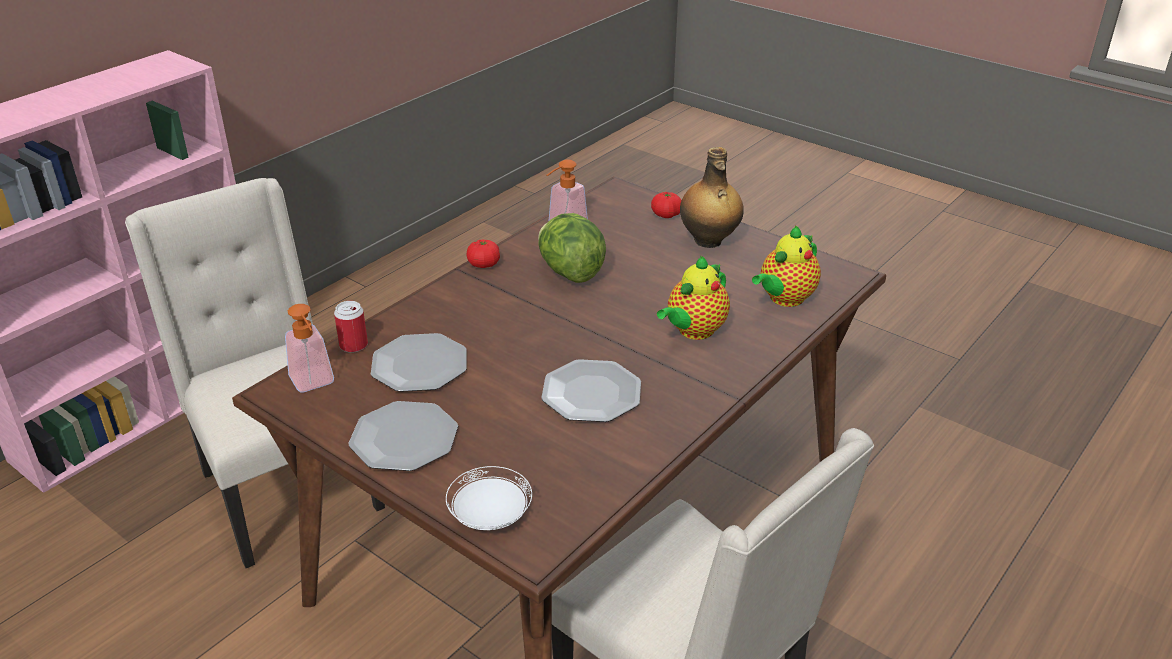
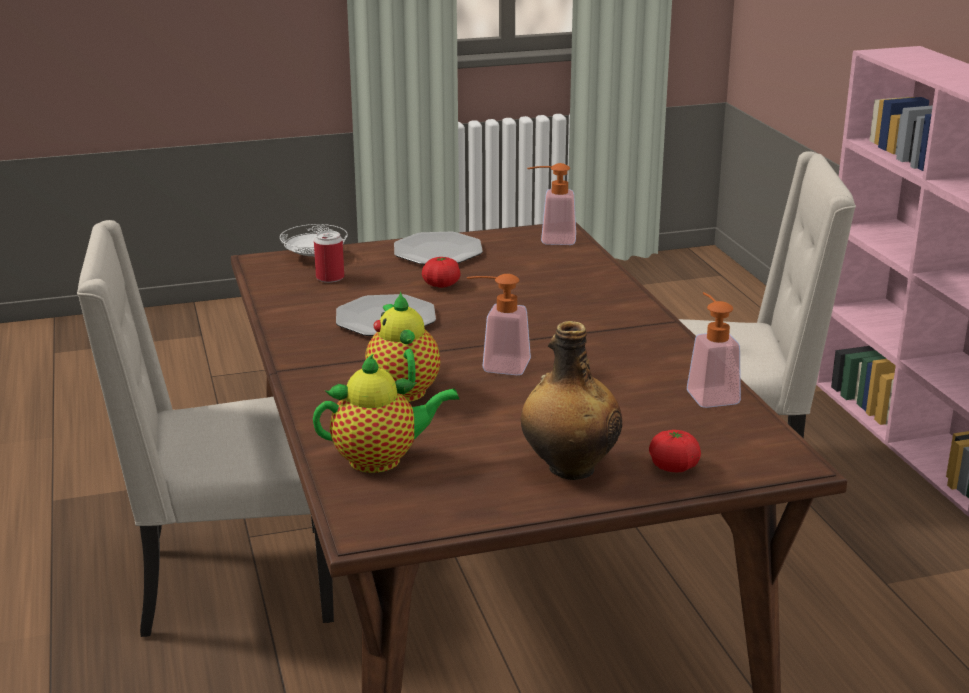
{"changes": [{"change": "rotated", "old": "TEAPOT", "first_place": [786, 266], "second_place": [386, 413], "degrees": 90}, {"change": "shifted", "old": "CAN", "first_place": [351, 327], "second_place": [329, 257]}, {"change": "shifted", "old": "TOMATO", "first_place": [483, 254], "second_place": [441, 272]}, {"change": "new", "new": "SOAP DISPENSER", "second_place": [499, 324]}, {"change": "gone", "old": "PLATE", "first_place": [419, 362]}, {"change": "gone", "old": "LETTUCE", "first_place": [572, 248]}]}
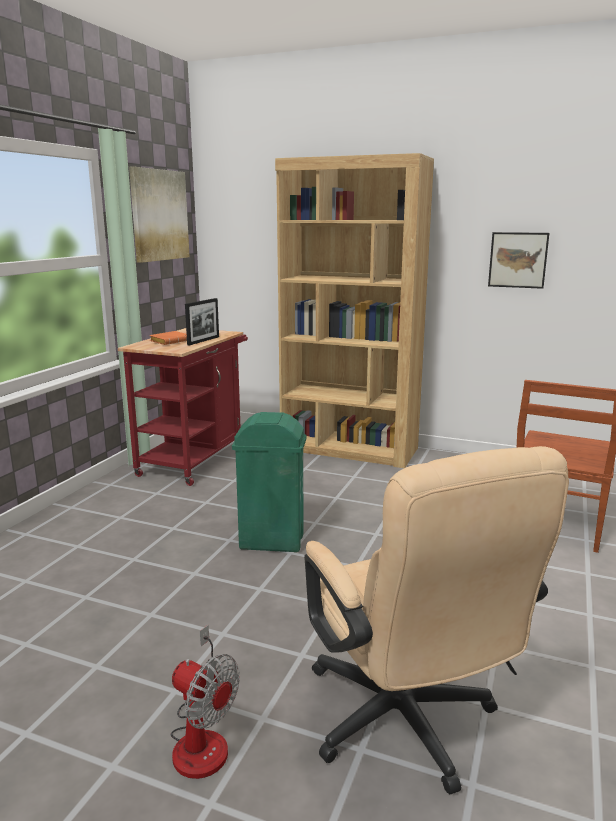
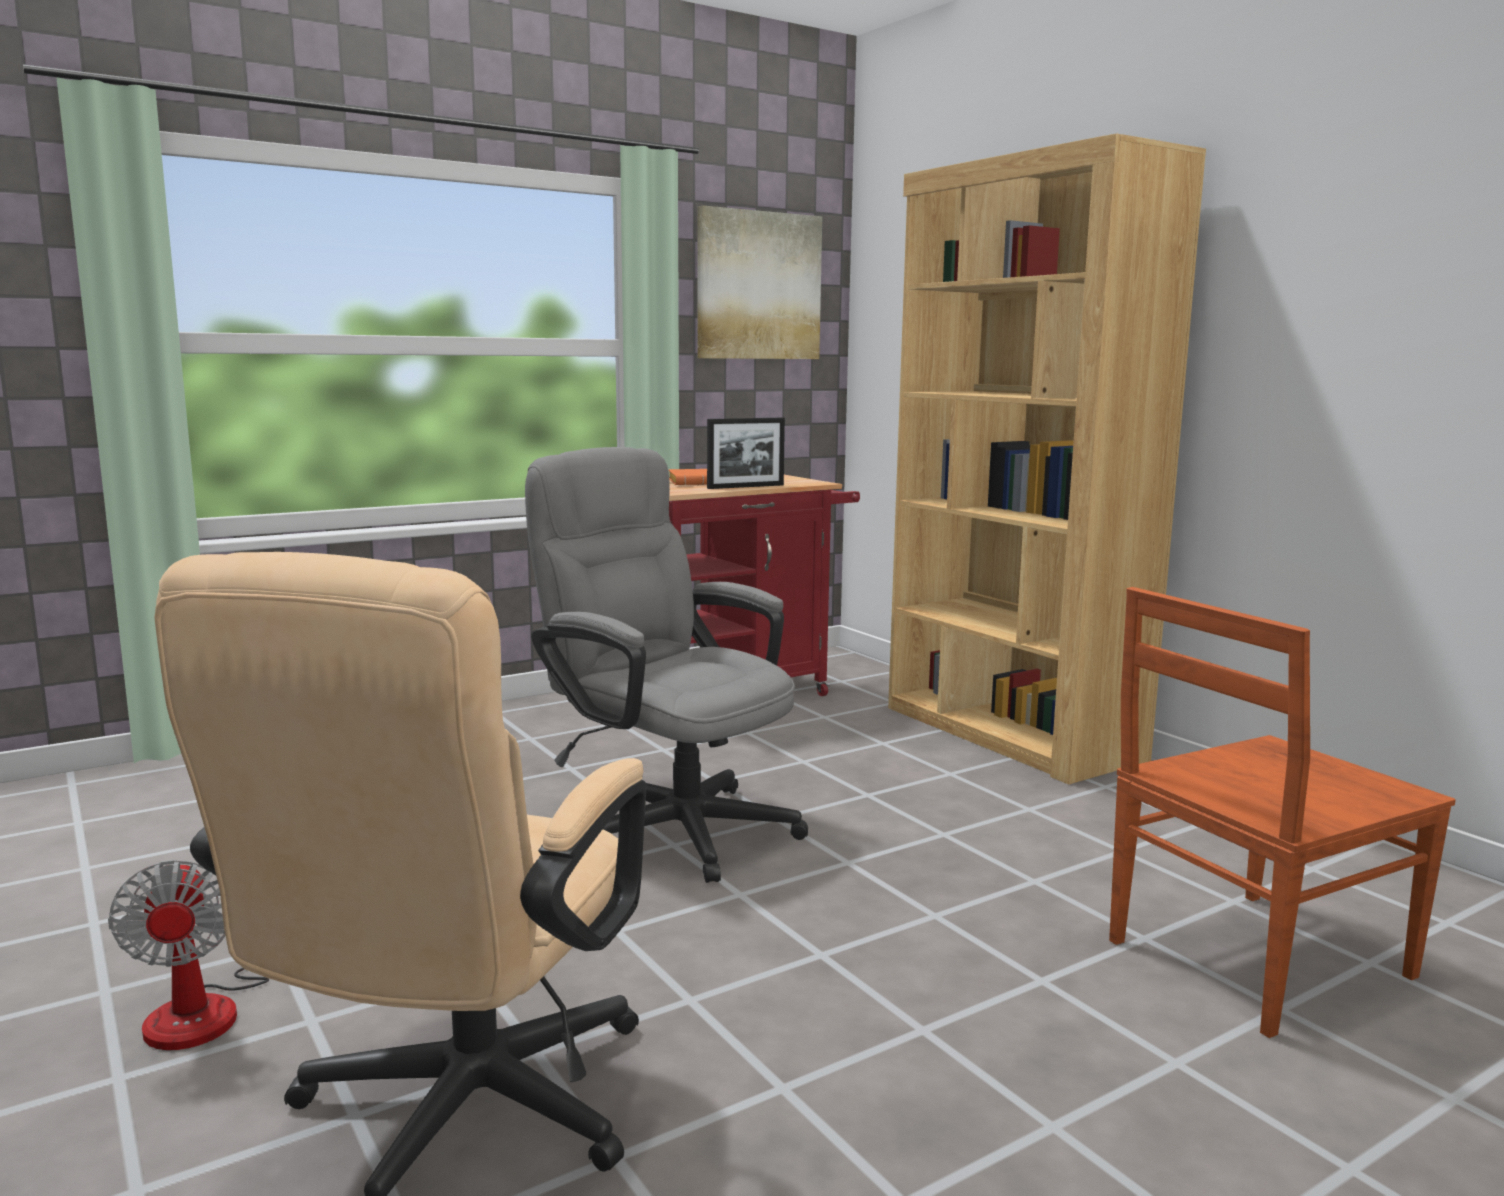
{"changes": [{"change": "swapped", "old": "GREEN TRASH CAN", "new": "GREY OFFICE CHAIR", "first_place": [269, 482], "second_place": [666, 665]}, {"change": "gone", "old": "PICTURE", "first_place": [518, 260]}]}
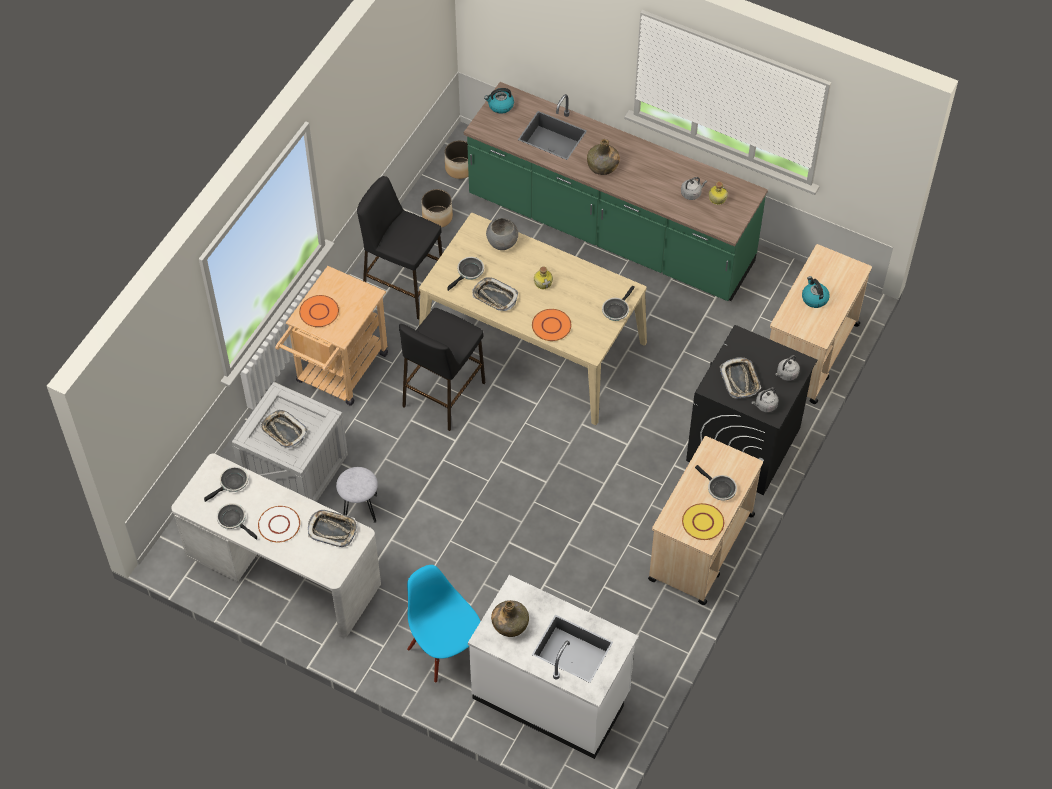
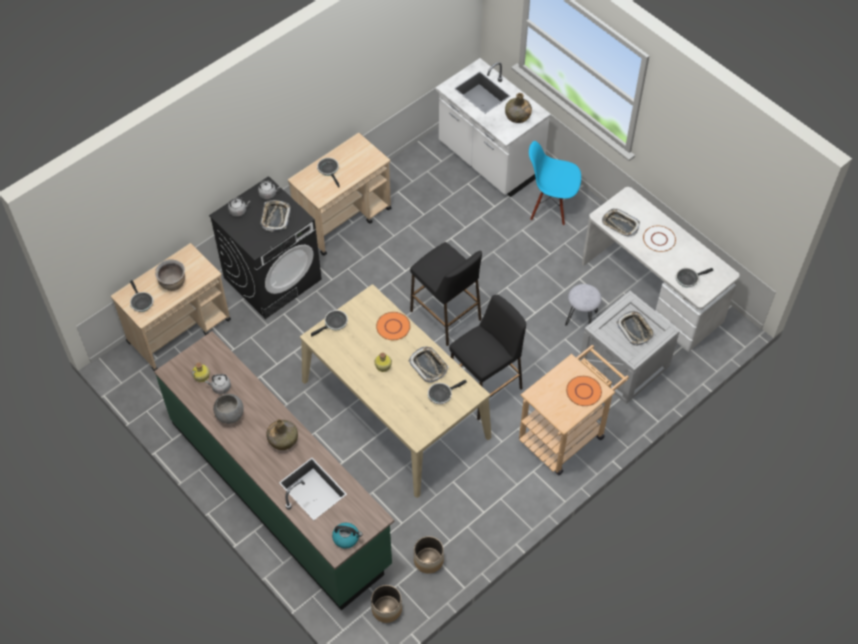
{"changes": [{"change": "shifted", "old": "FRYING PAN", "first_place": [236, 521], "second_place": [141, 296]}, {"change": "swapped", "old": "KETTLE", "new": "BROWN COOKING POT", "first_place": [816, 292], "second_place": [170, 275]}, {"change": "shifted", "old": "GREY BOWL", "first_place": [502, 234], "second_place": [228, 409]}, {"change": "shifted", "old": "BLACK STOOL", "first_place": [400, 247], "second_place": [446, 294]}, {"change": "rotated", "old": "BLUE CHAIR", "first_place": [444, 624], "second_place": [555, 183], "degrees": 120}, {"change": "gone", "old": "YELLOW PLATE", "first_place": [703, 521]}]}
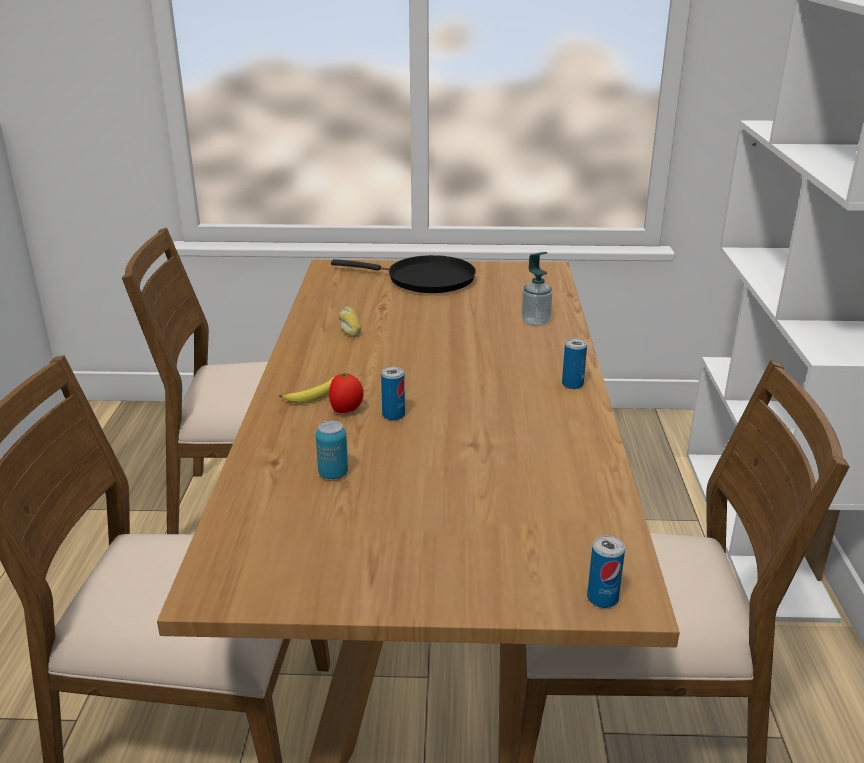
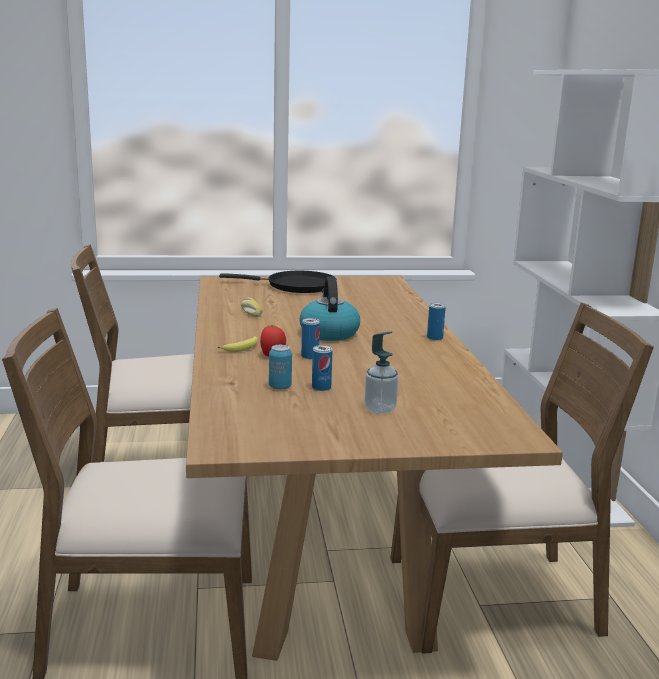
{"changes": [{"change": "new", "new": "KETTLE", "second_place": [329, 309]}, {"change": "shifted", "old": "CAN", "first_place": [606, 572], "second_place": [322, 368]}, {"change": "shifted", "old": "SOAP DISPENSER", "first_place": [537, 289], "second_place": [381, 373]}]}
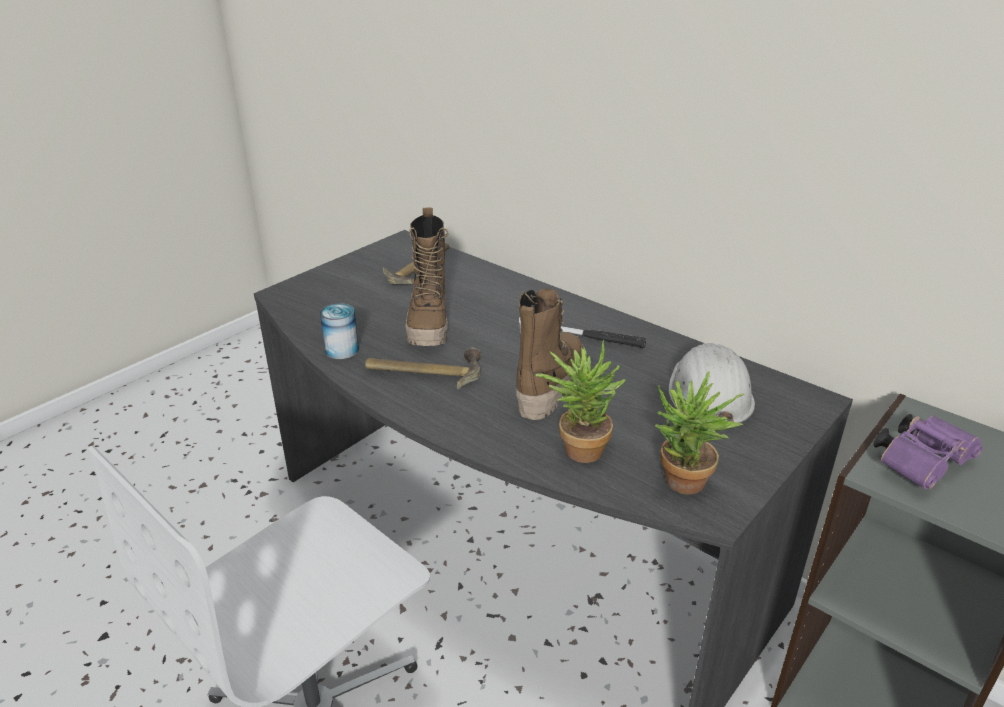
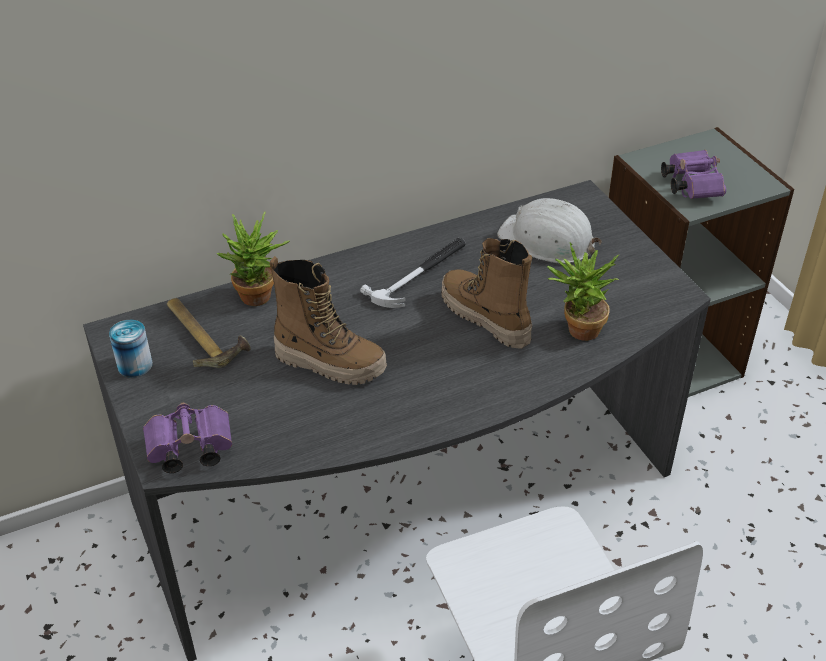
{"changes": [{"change": "shifted", "old": "CAN", "first_place": [339, 331], "second_place": [131, 349]}, {"change": "new", "new": "PURPLE BINOCULARS", "second_place": [187, 438]}, {"change": "shifted", "old": "POTTED PLANT", "first_place": [699, 433], "second_place": [253, 259]}, {"change": "gone", "old": "HAMMER", "first_place": [423, 369]}]}
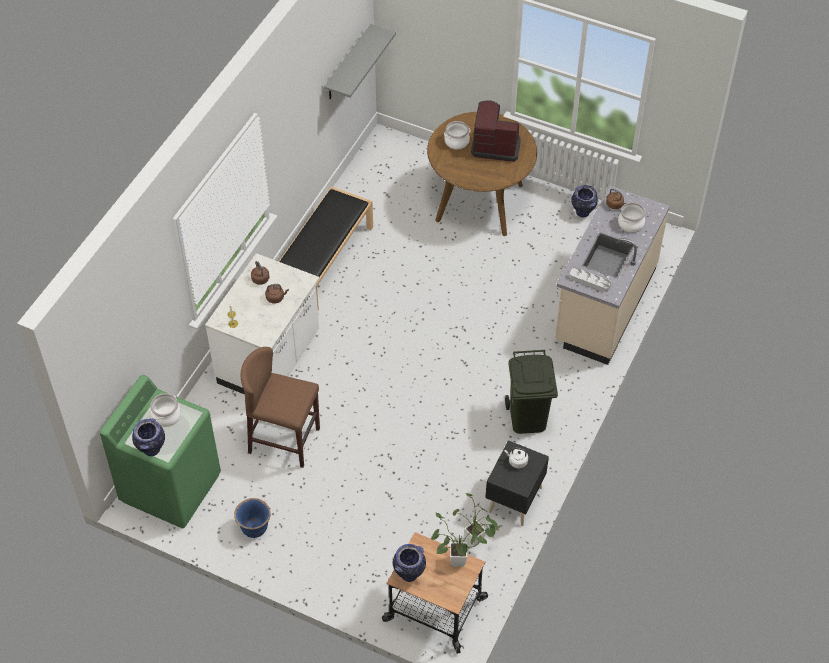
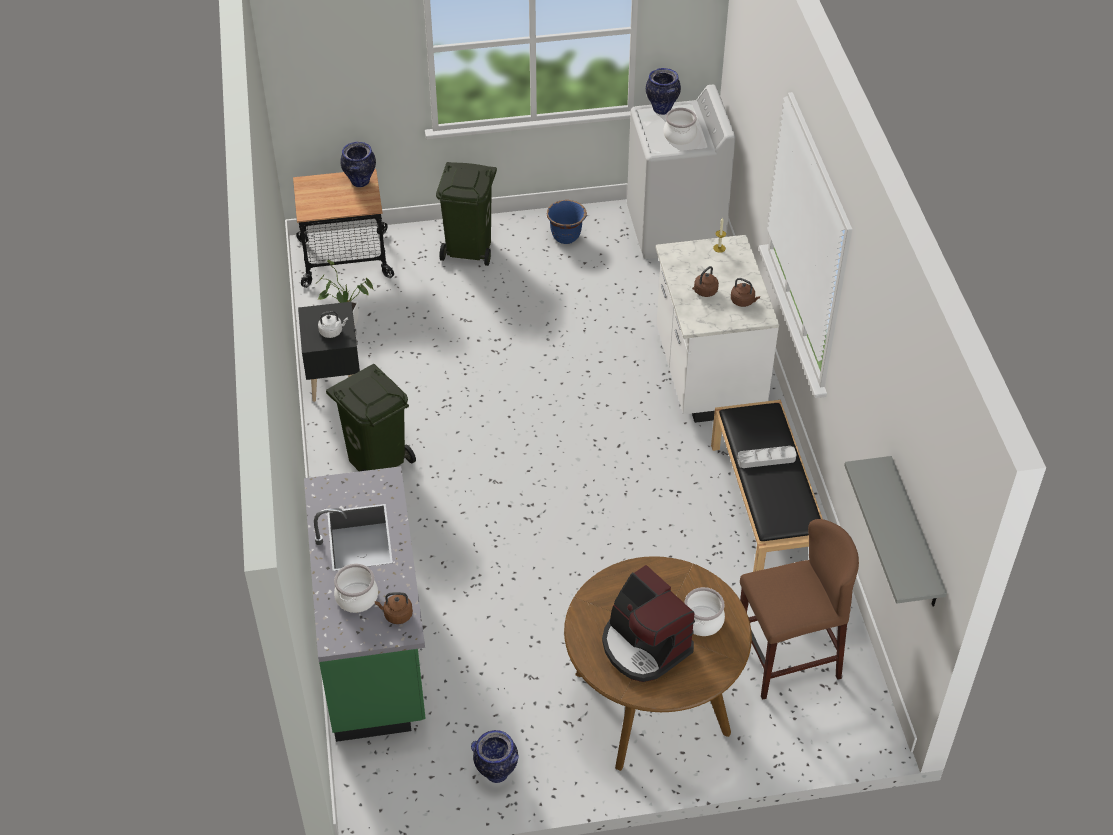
{"changes": [{"change": "repainted", "old": "BEIGE COUNTER", "new": "GREEN COUNTER", "first_place": [612, 275], "second_place": [365, 604]}, {"change": "new", "new": "GREEN TRASH CAN", "second_place": [466, 214]}, {"change": "rotated", "old": "COFFEE MACHINE", "first_place": [496, 131], "second_place": [648, 623], "degrees": 75}, {"change": "repainted", "old": "GREEN WASHING MACHINE", "new": "WHITE WASHING MACHINE", "first_place": [160, 451], "second_place": [681, 172]}, {"change": "shifted", "old": "GREY TRAY", "first_place": [590, 279], "second_place": [767, 457]}, {"change": "shifted", "old": "BROWN STOOL", "first_place": [280, 407], "second_place": [799, 609]}, {"change": "gone", "old": "POTTED PLANT", "first_place": [458, 539]}]}
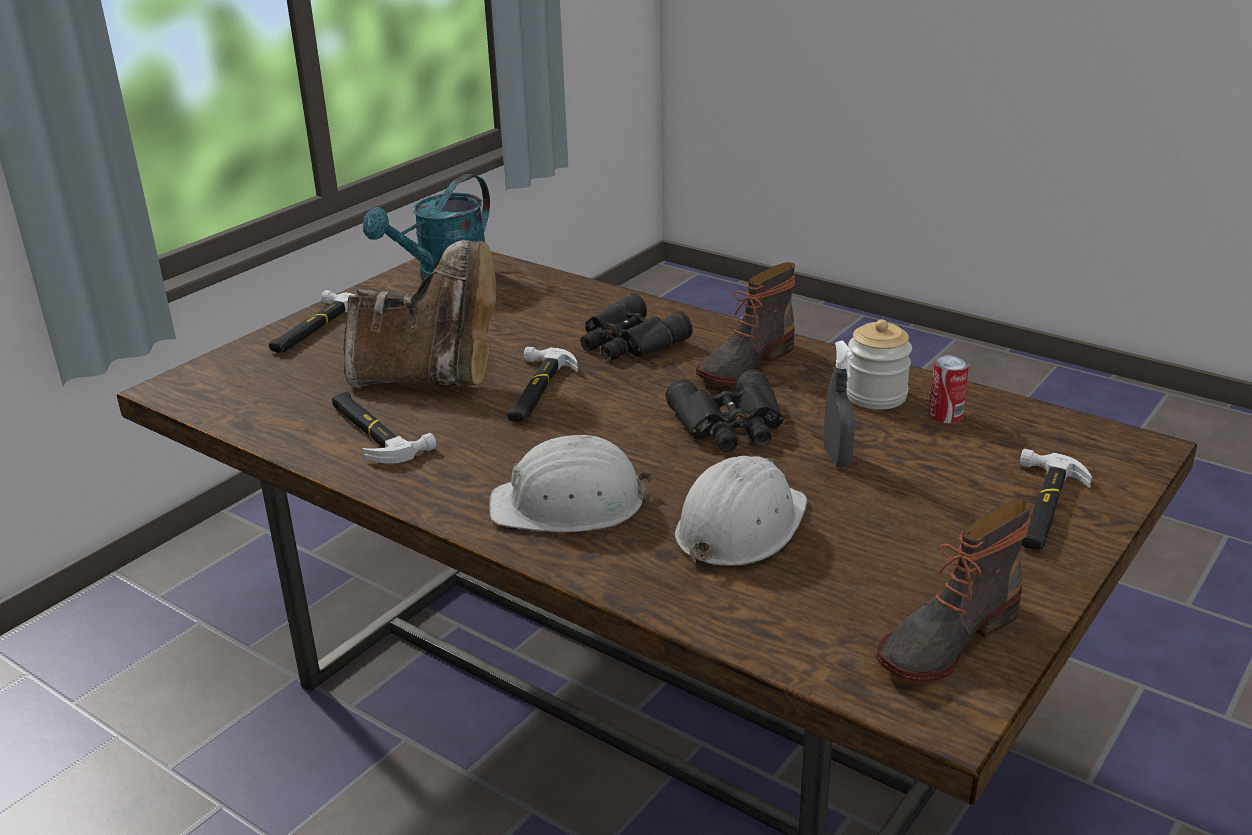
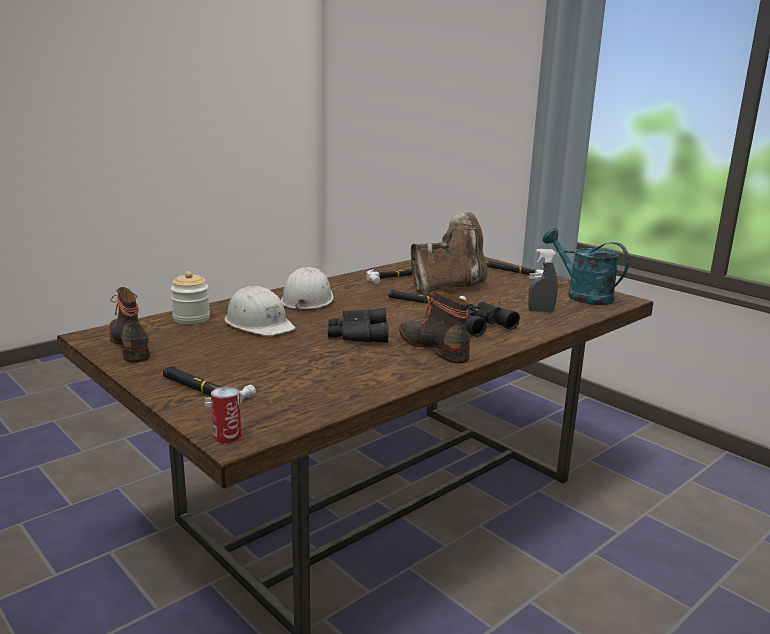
{"changes": [{"change": "shifted", "old": "JAR", "first_place": [879, 364], "second_place": [190, 297]}, {"change": "shifted", "old": "CAN", "first_place": [949, 389], "second_place": [226, 414]}, {"change": "rotated", "old": "BROWN BOOT", "first_place": [419, 314], "second_place": [449, 253], "degrees": -135}, {"change": "shifted", "old": "GREY SPRAY BOTTLE", "first_place": [839, 403], "second_place": [543, 280]}]}
